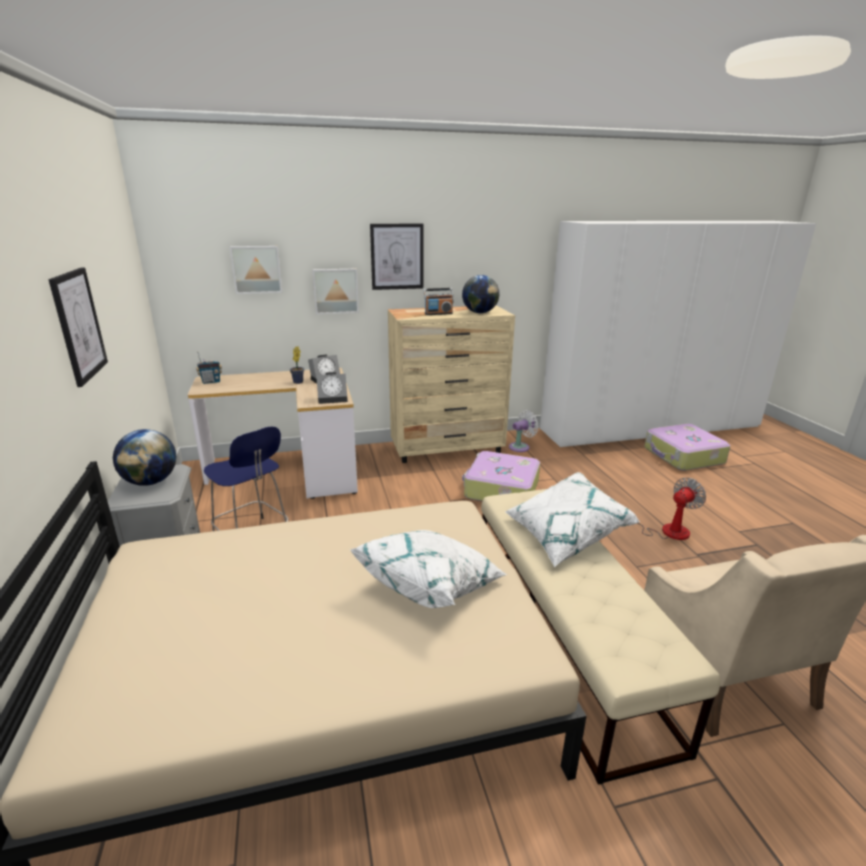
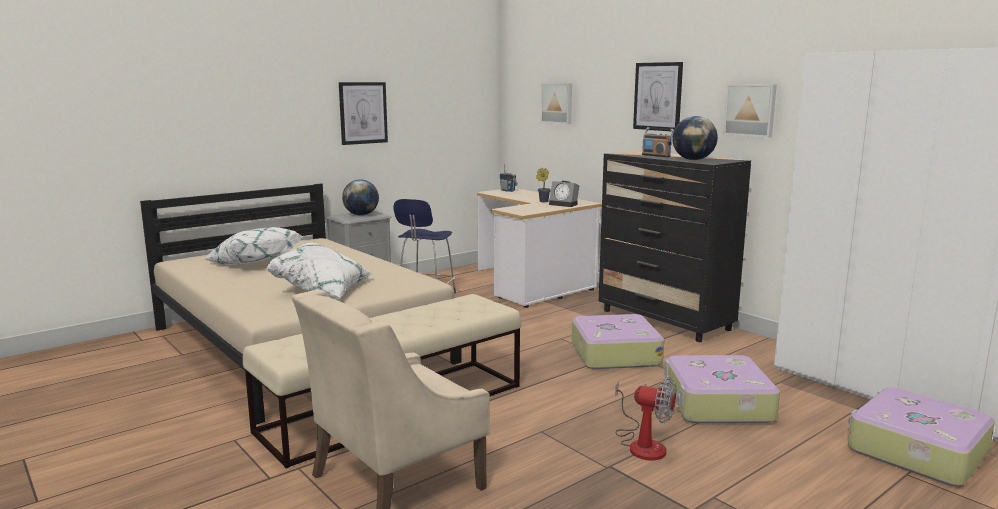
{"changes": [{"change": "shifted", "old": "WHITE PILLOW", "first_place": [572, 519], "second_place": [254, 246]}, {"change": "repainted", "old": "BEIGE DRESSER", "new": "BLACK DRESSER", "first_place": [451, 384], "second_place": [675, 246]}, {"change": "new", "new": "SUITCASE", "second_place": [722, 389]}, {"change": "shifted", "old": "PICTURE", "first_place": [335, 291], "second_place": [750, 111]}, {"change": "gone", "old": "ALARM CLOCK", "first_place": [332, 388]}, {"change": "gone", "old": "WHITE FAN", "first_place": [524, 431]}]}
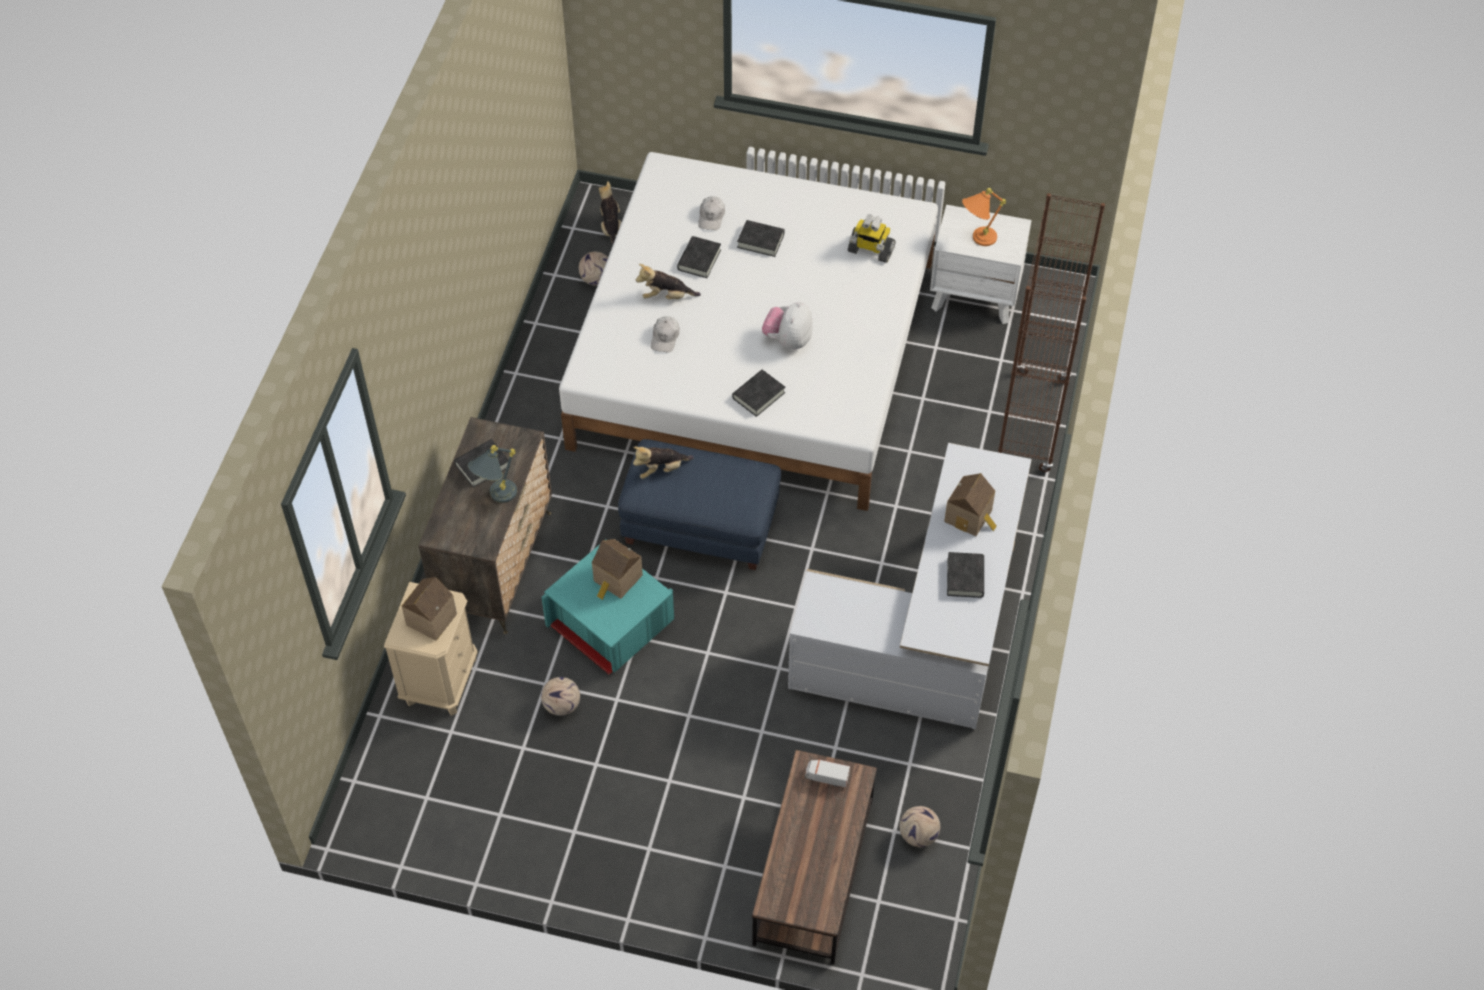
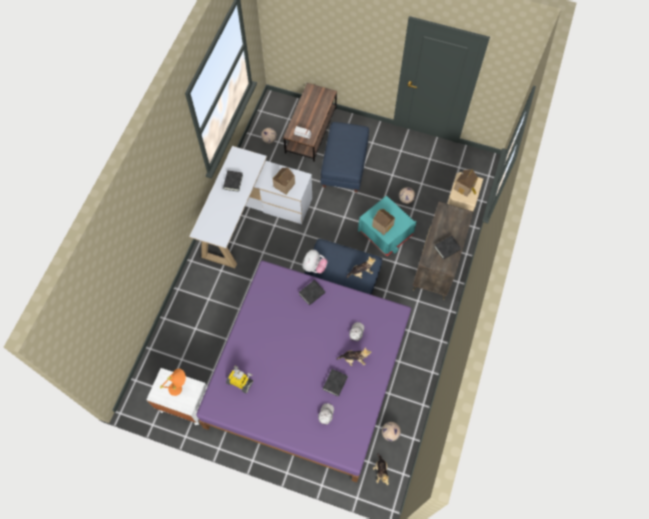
{"changes": [{"change": "repainted", "old": "WHITE BED", "new": "PURPLE BED", "first_place": [748, 331], "second_place": [303, 372]}, {"change": "shifted", "old": "TOY HOUSE", "first_place": [970, 504], "second_place": [284, 180]}, {"change": "shifted", "old": "PLUSH TOY", "first_place": [787, 325], "second_place": [315, 261]}, {"change": "new", "new": "BLUE OTTOMAN", "second_place": [344, 157]}, {"change": "gone", "old": "GREY TABLE LAMP", "first_place": [492, 474]}, {"change": "gone", "old": "BLACK BOOK", "first_place": [761, 238]}, {"change": "gone", "old": "BROWN BOOKCASE", "first_place": [1051, 332]}]}
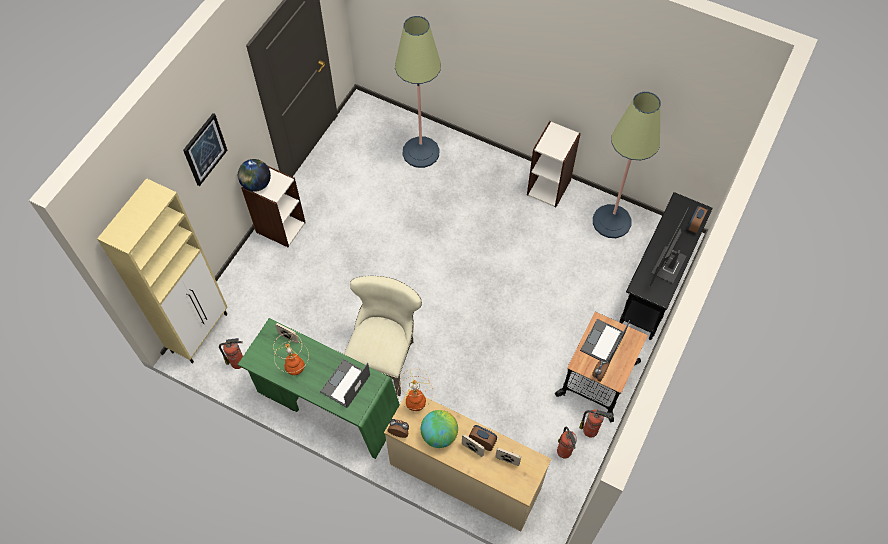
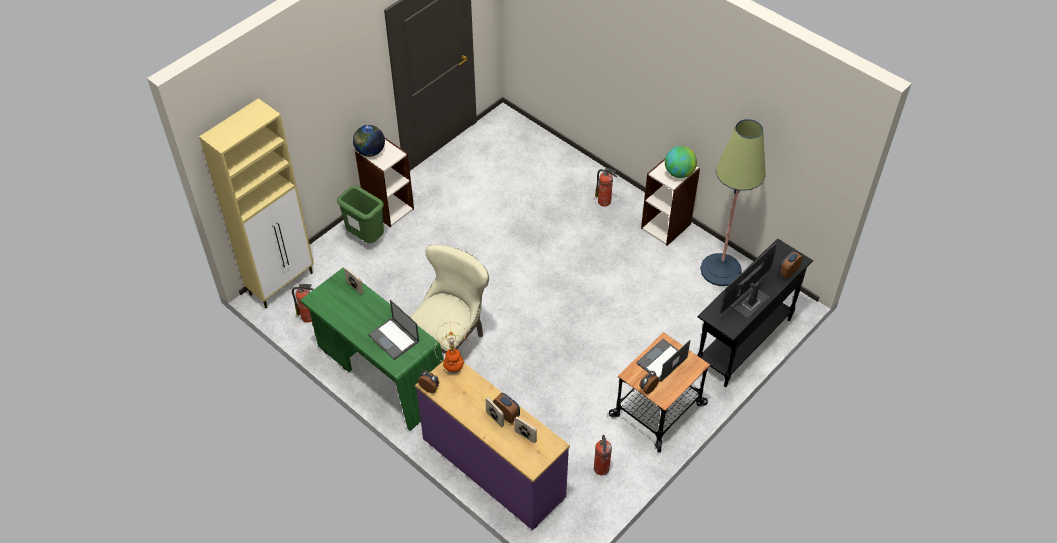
{"changes": [{"change": "new", "new": "GREEN TRASH CAN", "second_place": [360, 214]}, {"change": "rotated", "old": "LAPTOP", "first_place": [345, 383], "second_place": [393, 330], "degrees": -90}, {"change": "repainted", "old": "BEIGE DRESSER", "new": "PURPLE DRESSER", "first_place": [468, 460], "second_place": [492, 446]}, {"change": "shifted", "old": "FIRE EXTINGUISHER", "first_place": [595, 423], "second_place": [606, 187]}, {"change": "shifted", "old": "GLOBE", "first_place": [439, 429], "second_place": [681, 162]}, {"change": "gone", "old": "PICTURE", "first_place": [205, 149]}, {"change": "gone", "old": "TABLE LAMP", "first_place": [291, 354]}, {"change": "gone", "old": "FLOOR LAMP", "first_place": [418, 92]}]}
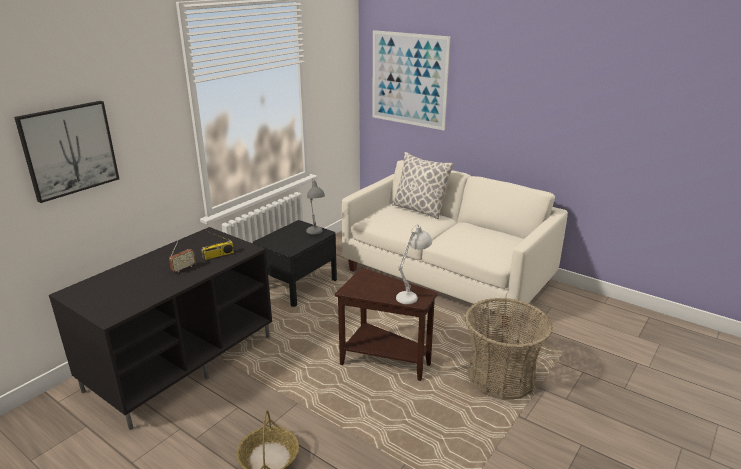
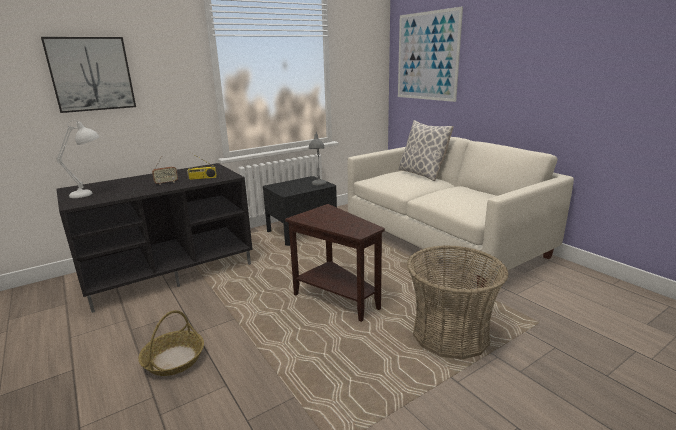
{"changes": [{"change": "shifted", "old": "WHITE TABLE LAMP", "first_place": [414, 264], "second_place": [77, 159]}]}
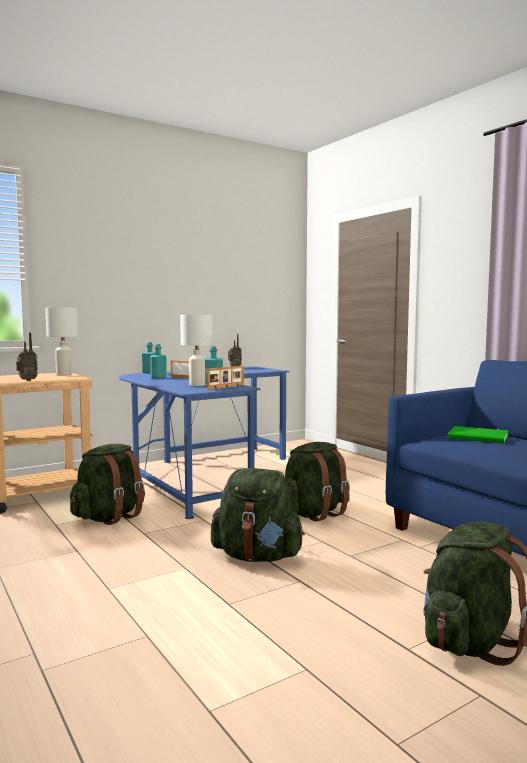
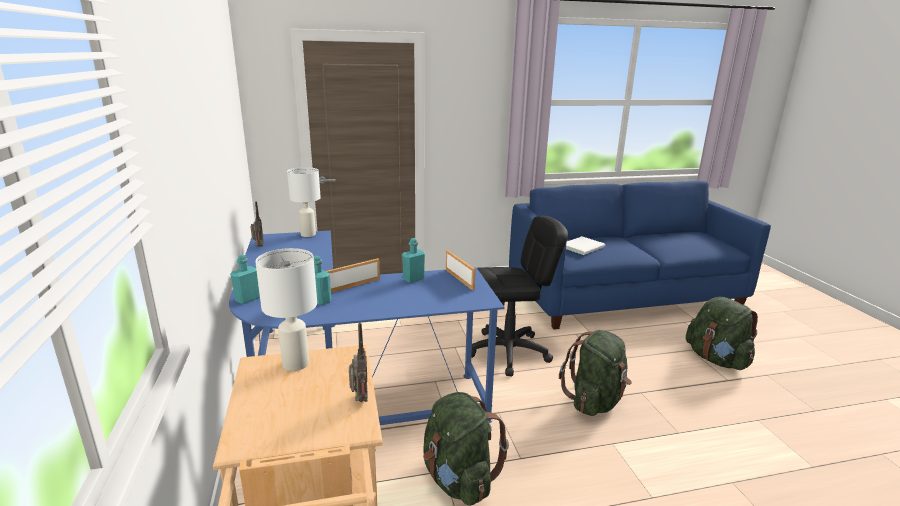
{"changes": [{"change": "shifted", "old": "WHITE TABLE LAMP", "first_place": [196, 350], "second_place": [304, 202]}, {"change": "swapped", "old": "GREEN BACKPACK", "new": "BLACK OFFICE CHAIR", "first_place": [317, 482], "second_place": [519, 296]}, {"change": "repainted", "old": "GREEN BOOK", "new": "WHITE BOOK", "first_place": [478, 435], "second_place": [585, 245]}]}
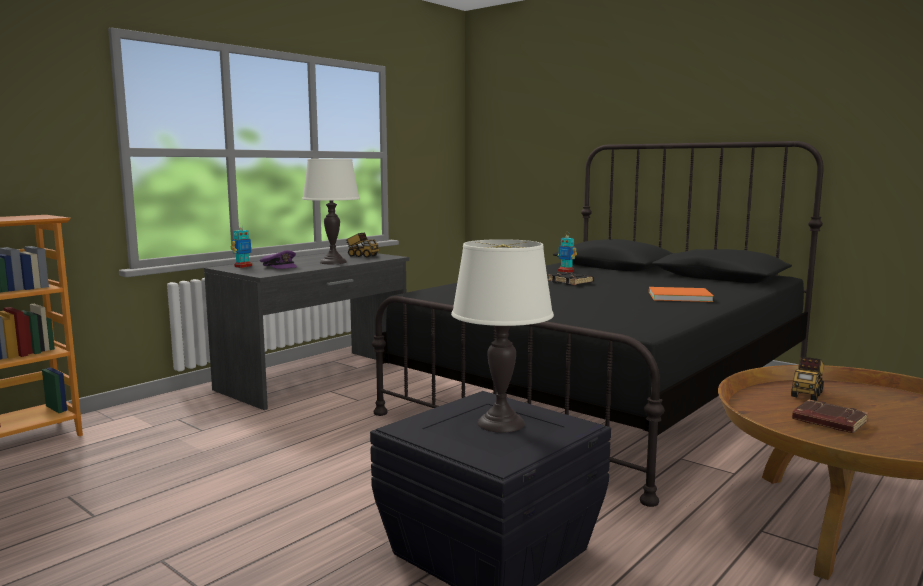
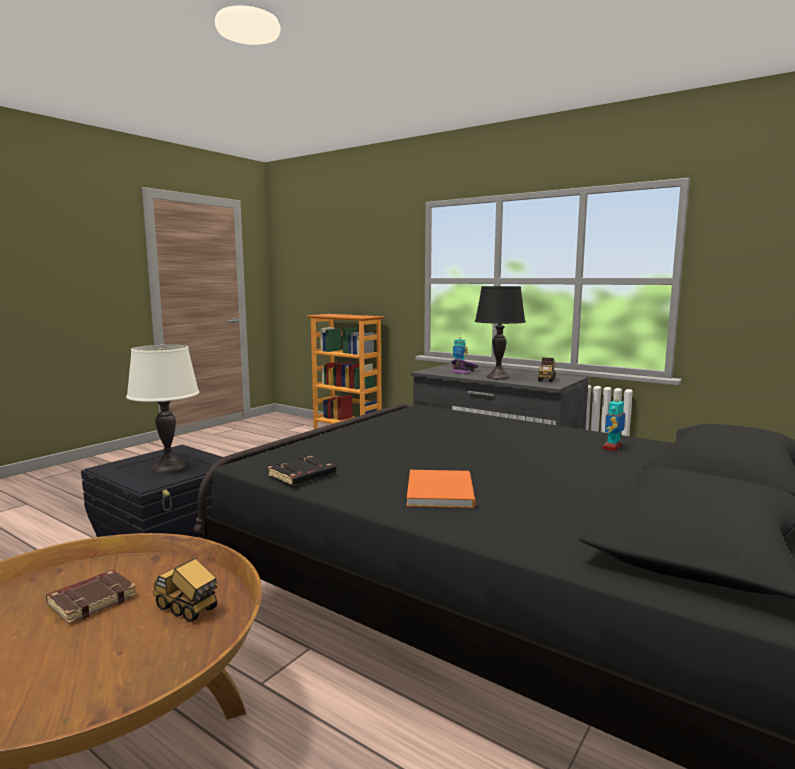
{"changes": [{"change": "shifted", "old": "BLACK BOOK", "first_place": [571, 278], "second_place": [302, 471]}, {"change": "repainted", "old": "WHITE TABLE LAMP", "new": "BLACK TABLE LAMP", "first_place": [331, 211], "second_place": [500, 333]}]}
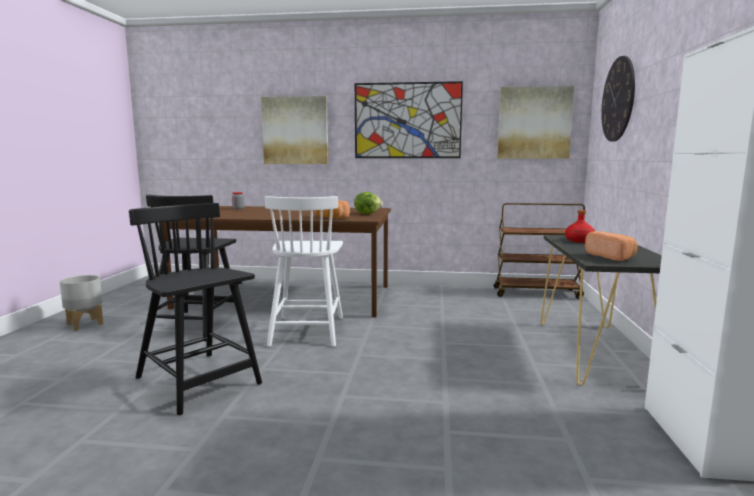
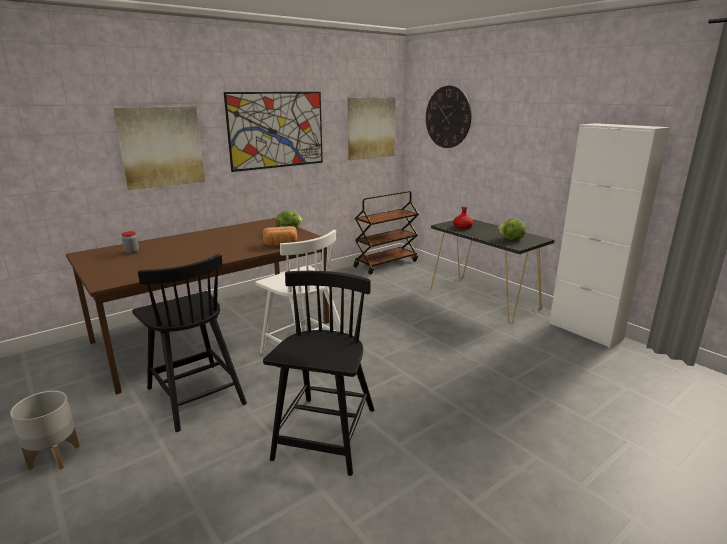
{"changes": [{"change": "rotated", "old": "BLACK CHAIR", "first_place": [195, 309], "second_place": [318, 373], "degrees": 105}, {"change": "swapped", "old": "BREAD", "new": "LETTUCE", "first_place": [611, 246], "second_place": [512, 229]}]}
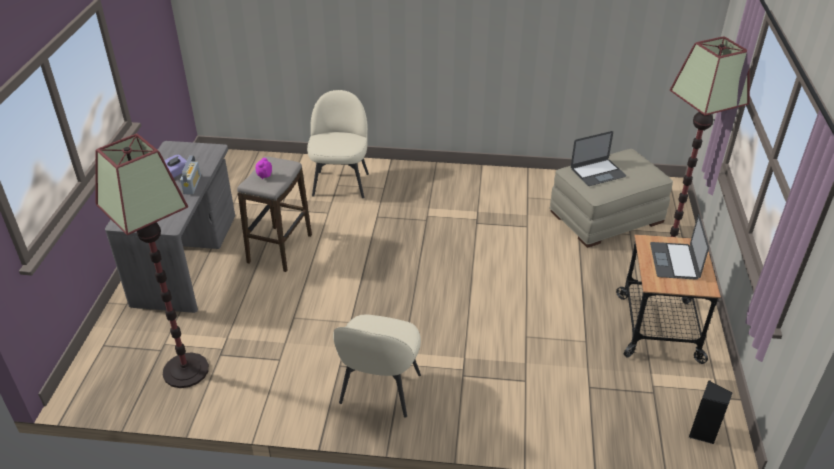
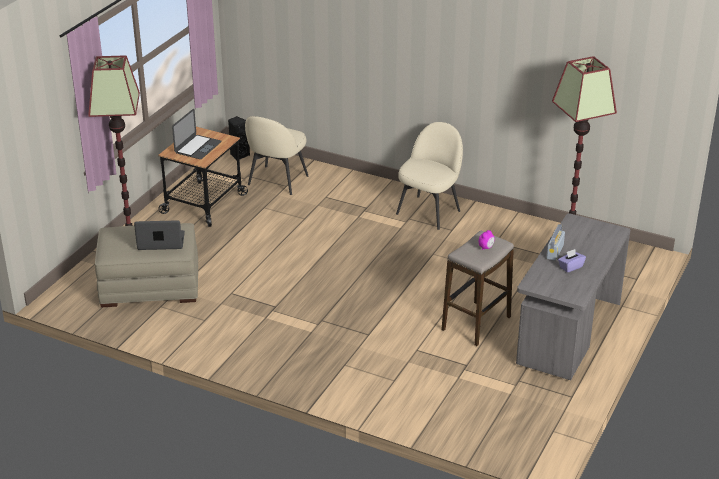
{"changes": [{"change": "shifted", "old": "BEIGE CHAIR", "first_place": [338, 144], "second_place": [277, 155]}]}
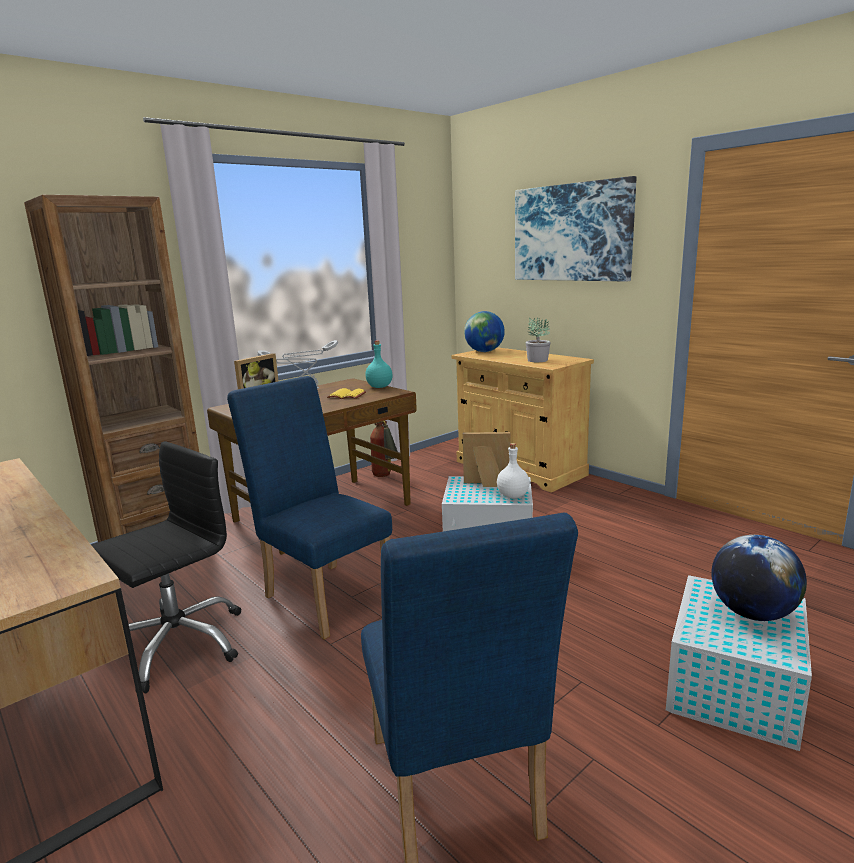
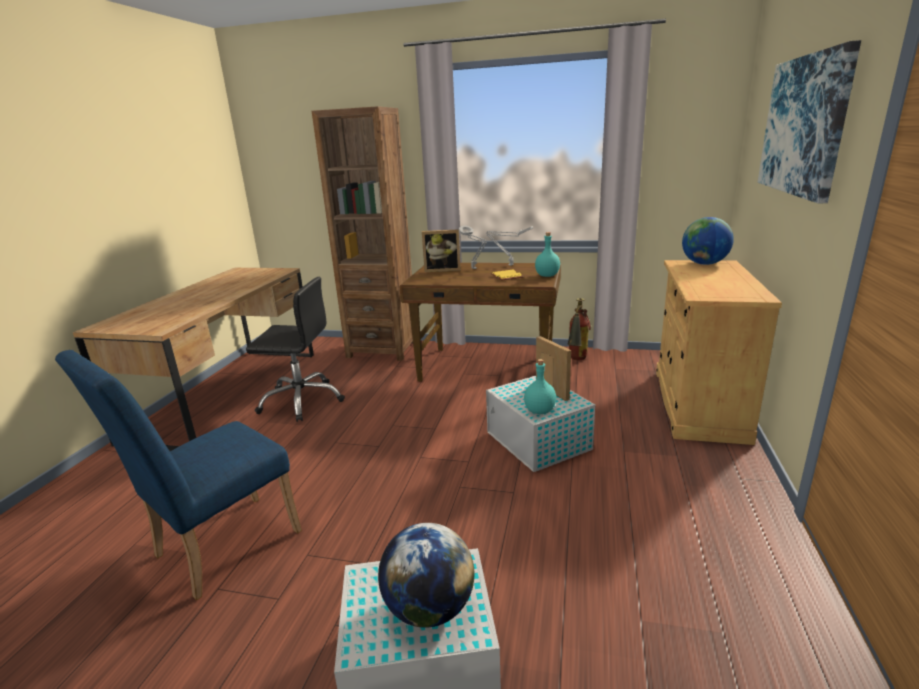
{"changes": [{"change": "repainted", "old": "WHITE BOTTLE", "new": "TURQUOISE BOTTLE", "first_place": [513, 471], "second_place": [540, 386]}, {"change": "gone", "old": "BLUE CHAIR", "first_place": [309, 508]}, {"change": "gone", "old": "POTTED PLANT", "first_place": [538, 340]}]}
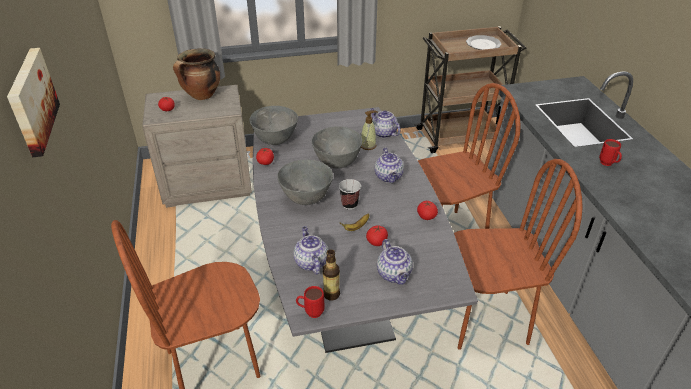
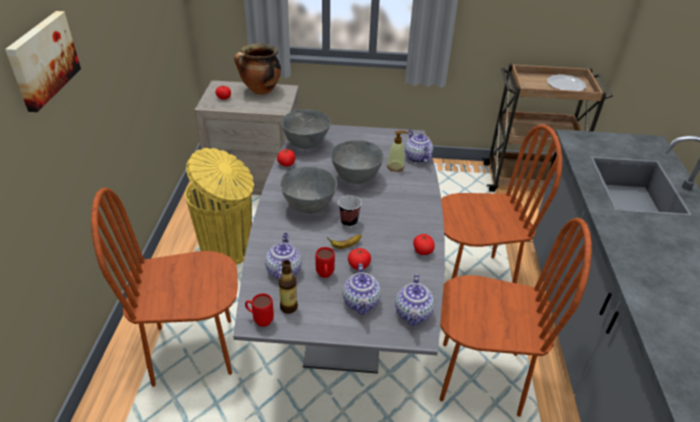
{"changes": [{"change": "new", "new": "YELLOW TRASH CAN", "second_place": [219, 206]}, {"change": "shifted", "old": "RED MUG", "first_place": [610, 152], "second_place": [325, 262]}, {"change": "shifted", "old": "TEAPOT", "first_place": [389, 165], "second_place": [415, 300]}]}
